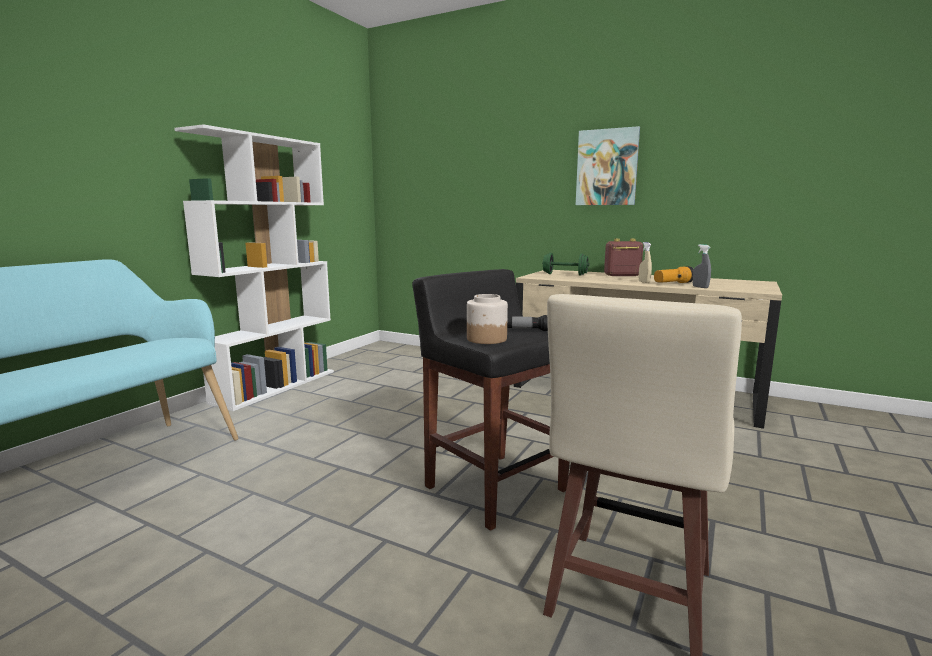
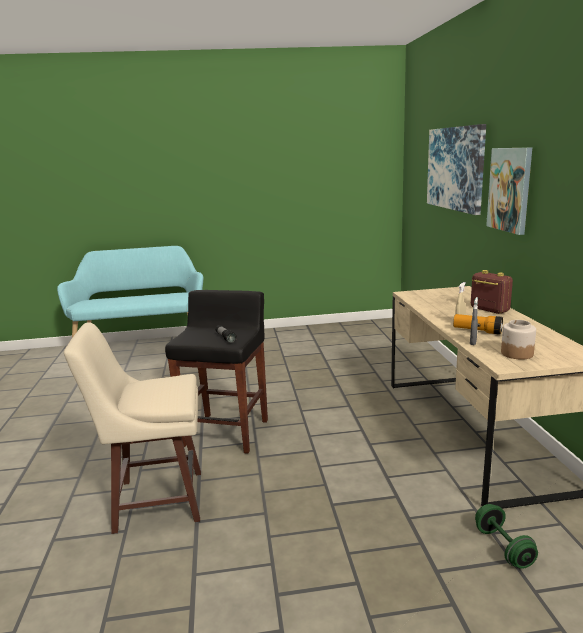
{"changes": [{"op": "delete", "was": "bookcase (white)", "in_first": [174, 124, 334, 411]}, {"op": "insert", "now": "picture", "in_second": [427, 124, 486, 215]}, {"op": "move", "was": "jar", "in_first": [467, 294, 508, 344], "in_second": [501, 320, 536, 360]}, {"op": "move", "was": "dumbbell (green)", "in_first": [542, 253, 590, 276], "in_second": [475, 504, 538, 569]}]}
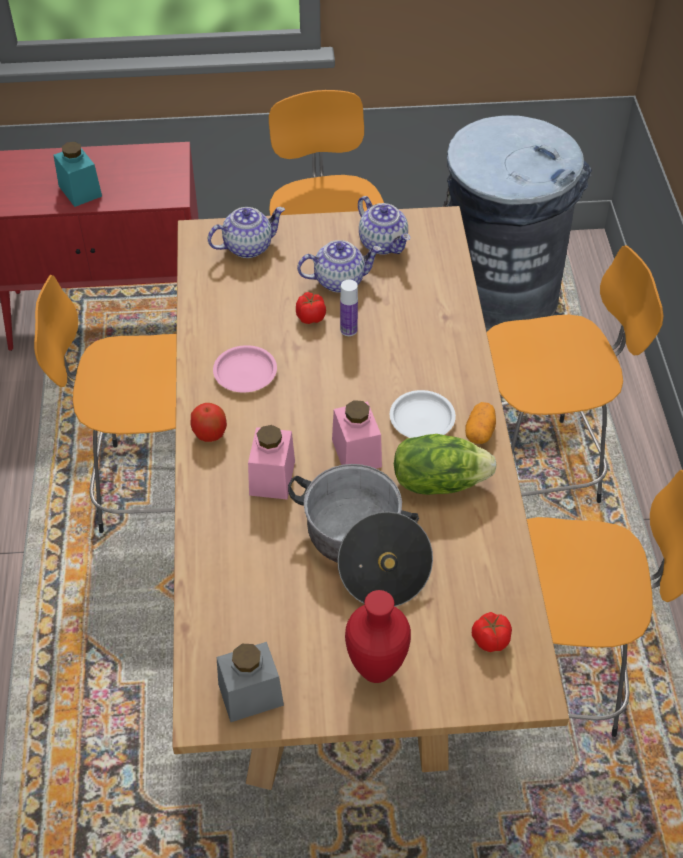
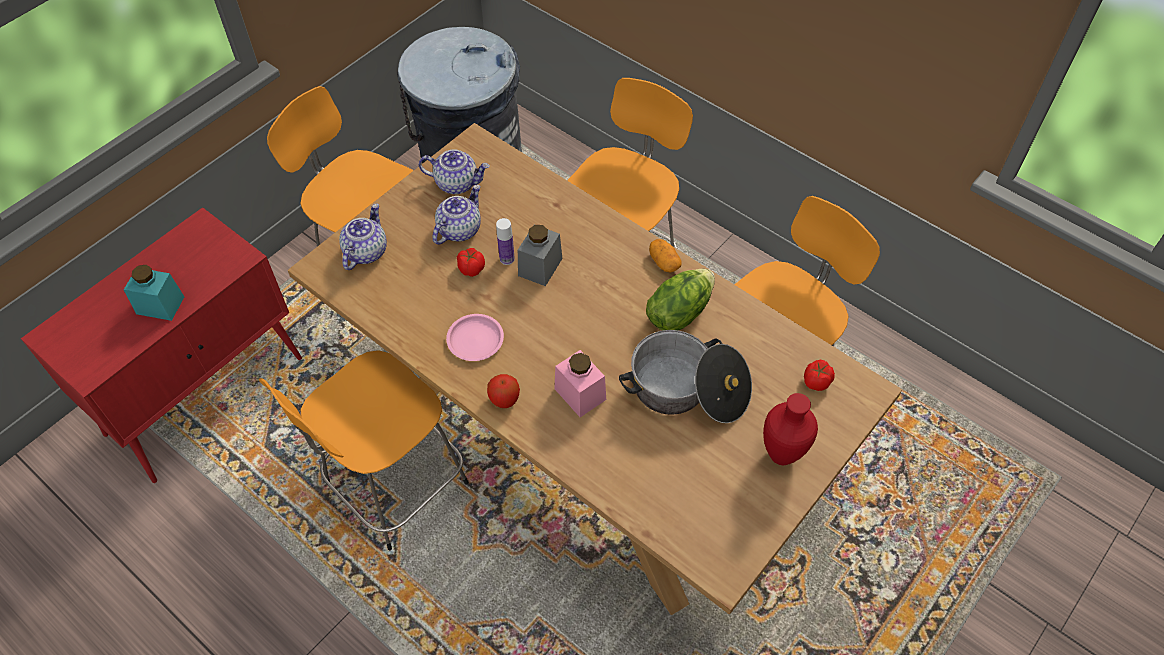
{"changes": [{"op": "delete", "was": "jar (pink)", "in_first": [332, 400, 382, 469]}, {"op": "delete", "was": "plate (white)", "in_first": [390, 390, 456, 438]}, {"op": "move", "was": "jar (grey)", "in_first": [217, 642, 284, 722], "in_second": [518, 225, 562, 286]}]}
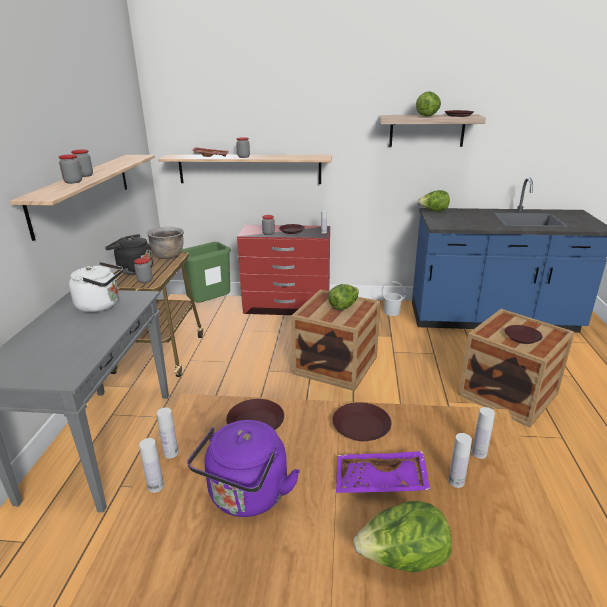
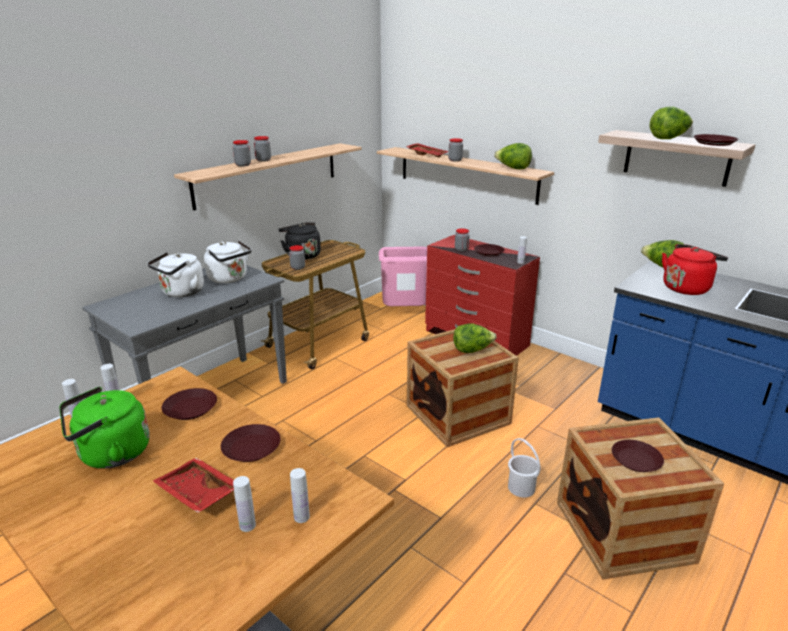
{"changes": [{"op": "delete", "was": "cooking pot (brown)", "in_first": [147, 227, 184, 259]}, {"op": "insert", "now": "kettle (white)", "in_second": [147, 252, 204, 297]}, {"op": "insert", "now": "kettle (red)", "in_second": [662, 244, 728, 295]}, {"op": "move", "was": "lettuce", "in_first": [353, 501, 452, 573], "in_second": [494, 143, 532, 169]}, {"op": "move", "was": "bucket (white)", "in_first": [381, 281, 406, 316], "in_second": [508, 438, 541, 497]}, {"op": "recolor", "was": "trash can (green)", "now": "trash can (pink)", "in_first": [181, 242, 231, 302], "in_second": [379, 247, 427, 306]}, {"op": "recolor", "was": "kettle (purple)", "now": "kettle (green)", "in_first": [187, 420, 300, 517], "in_second": [59, 387, 149, 469]}, {"op": "recolor", "was": "tray (purple)", "now": "tray (red)", "in_first": [336, 451, 430, 493], "in_second": [153, 458, 234, 513]}]}
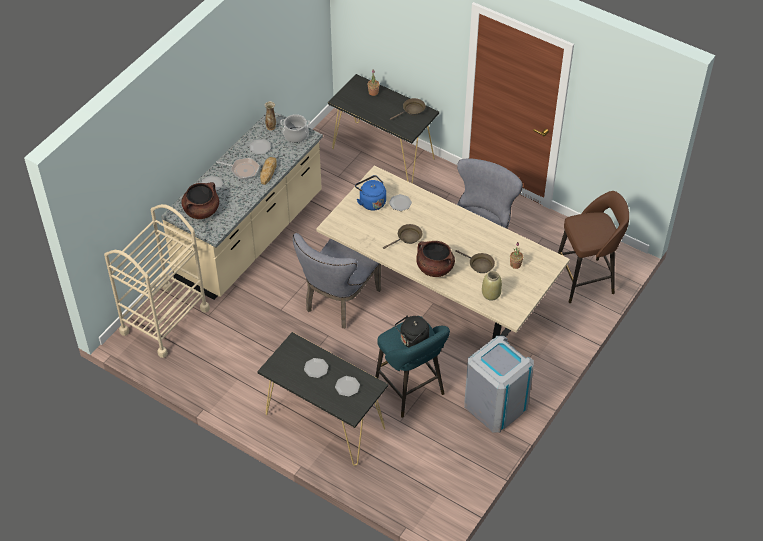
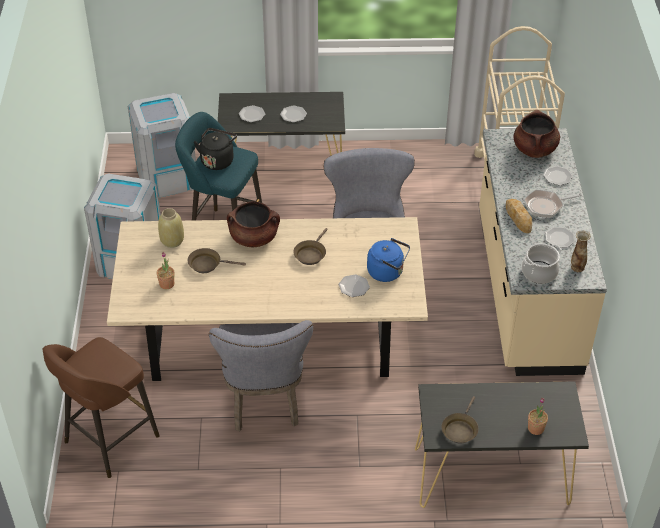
{"changes": [{"op": "insert", "now": "trash can (grey)", "in_second": [128, 93, 196, 197]}]}
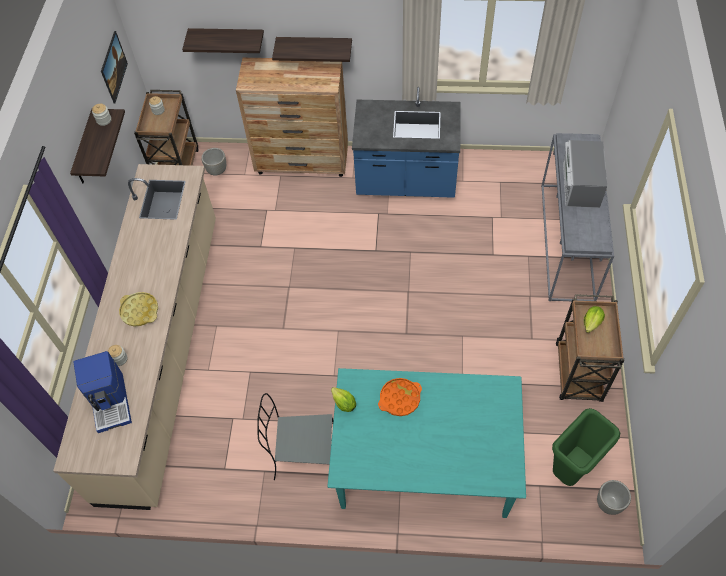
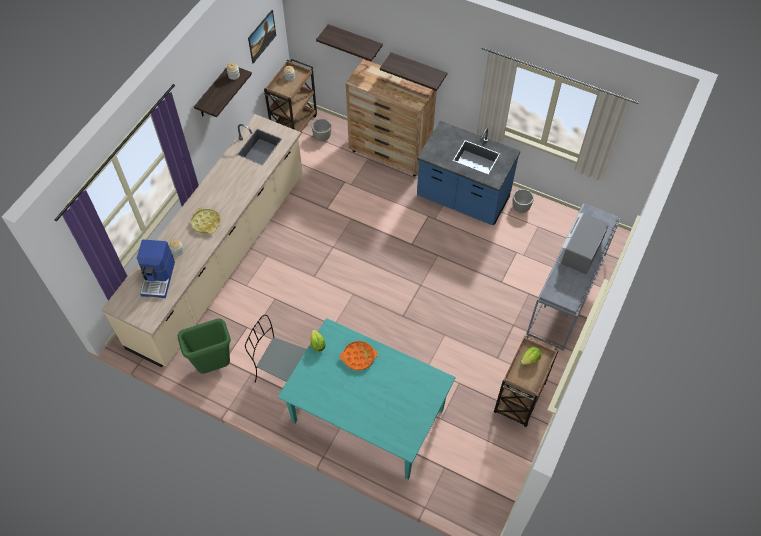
{"changes": [{"op": "move", "was": "trash can (green)", "in_first": [552, 408, 620, 486], "in_second": [178, 318, 231, 374]}, {"op": "move", "was": "planter (grey)", "in_first": [597, 480, 631, 515], "in_second": [512, 189, 534, 213]}]}
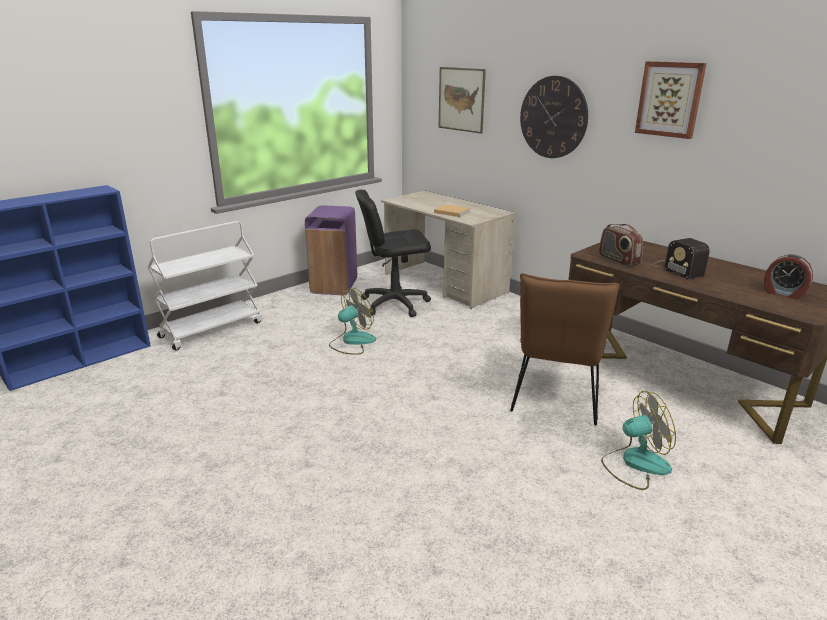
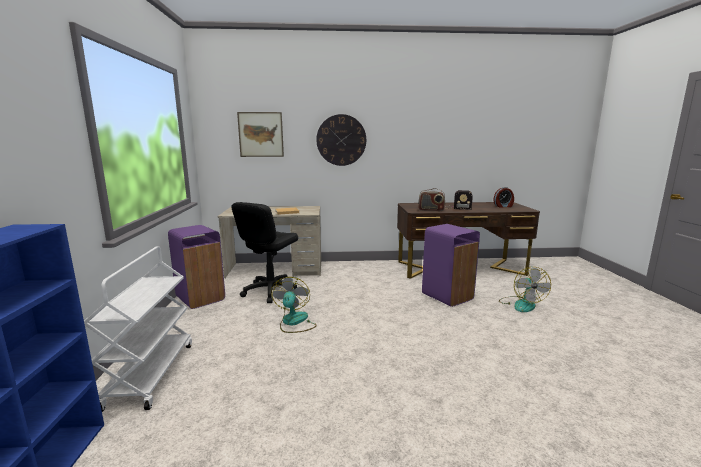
{"changes": [{"op": "delete", "was": "picture", "in_first": [635, 61, 707, 139]}, {"op": "replace", "was": "chair (brown)", "now": "trash can (purple)", "in_first": [510, 273, 620, 425], "in_second": [422, 224, 480, 307]}, {"op": "rotate", "was": "fan", "in_first": [601, 391, 676, 490], "in_second": [499, 267, 551, 312], "clockwise": 150}]}
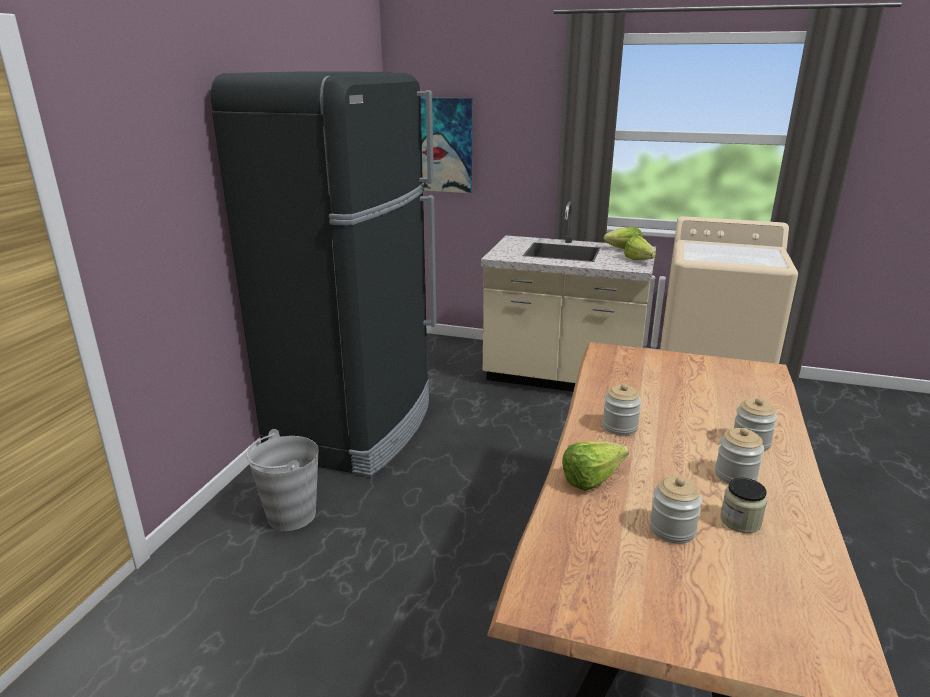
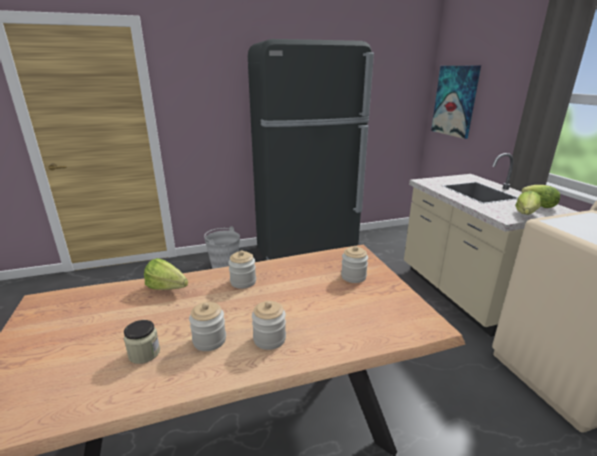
{"changes": [{"op": "move", "was": "jar", "in_first": [650, 476, 702, 544], "in_second": [341, 246, 368, 283]}]}
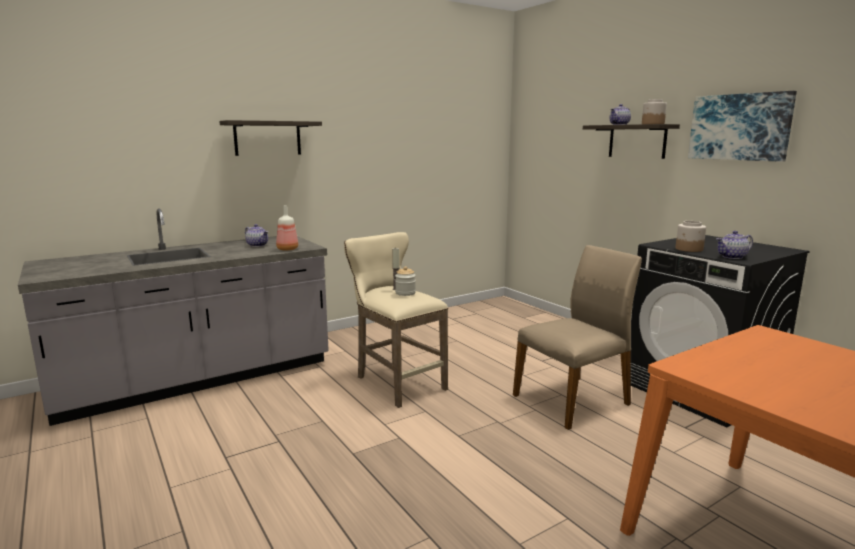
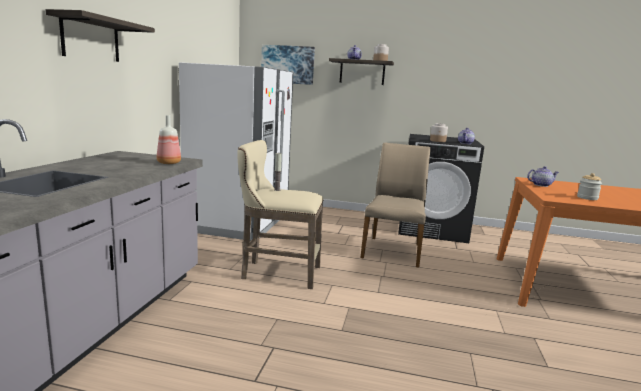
{"changes": [{"op": "insert", "now": "fridge (white)", "in_second": [179, 62, 293, 241]}, {"op": "move", "was": "teapot", "in_first": [245, 224, 268, 247], "in_second": [527, 166, 559, 187]}, {"op": "move", "was": "jar", "in_first": [395, 266, 416, 296], "in_second": [577, 173, 602, 200]}, {"op": "move", "was": "picture", "in_first": [688, 91, 797, 162], "in_second": [261, 45, 315, 85]}]}
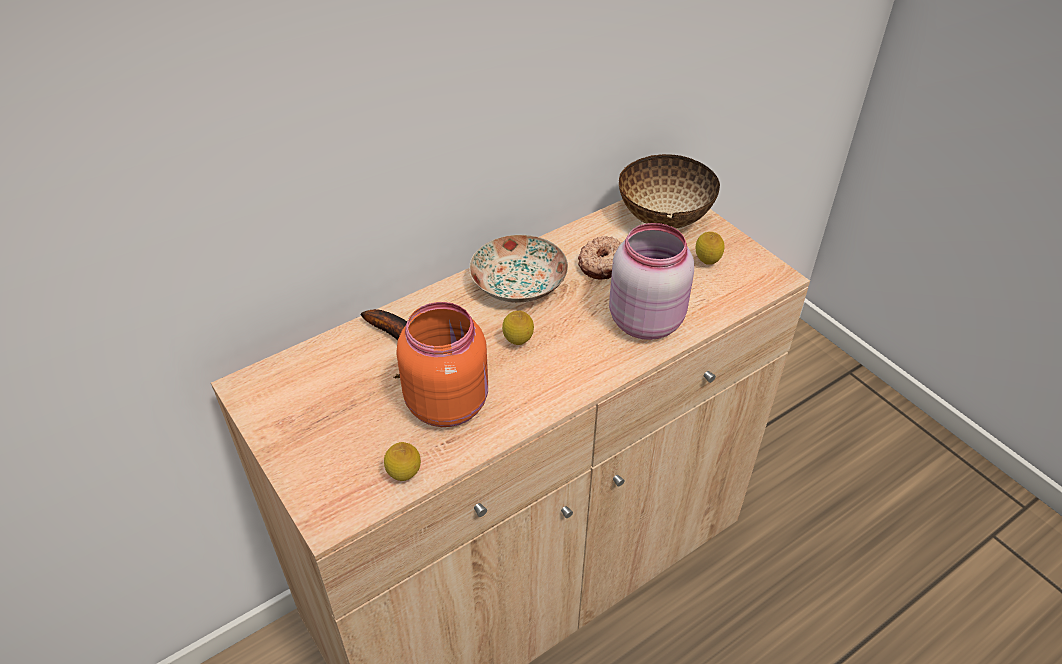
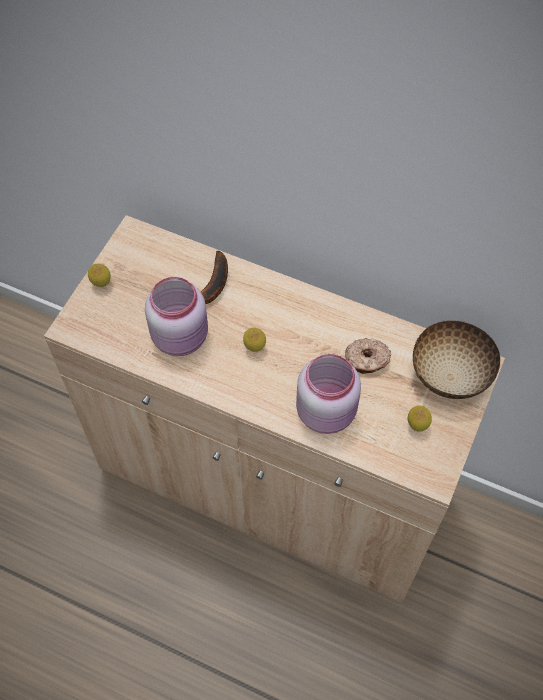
{"changes": [{"op": "delete", "was": "plate", "in_first": [470, 235, 568, 303]}, {"op": "move", "was": "lemon", "in_first": [384, 442, 421, 481], "in_second": [88, 264, 111, 287]}, {"op": "recolor", "was": "jar (orange)", "now": "jar (pink)", "in_first": [396, 302, 488, 427], "in_second": [145, 277, 208, 356]}]}
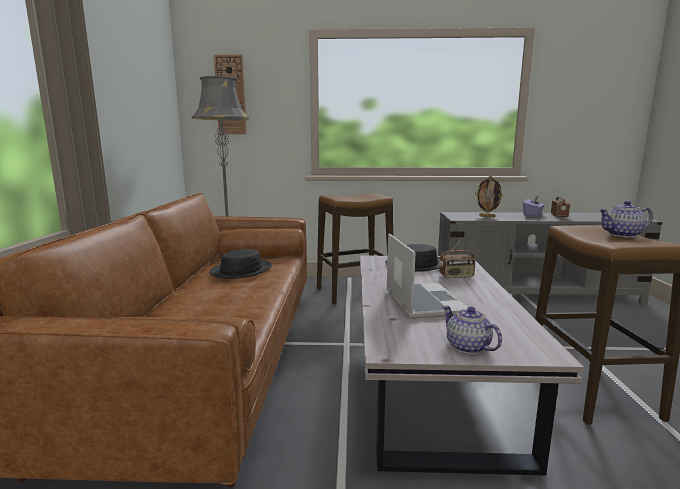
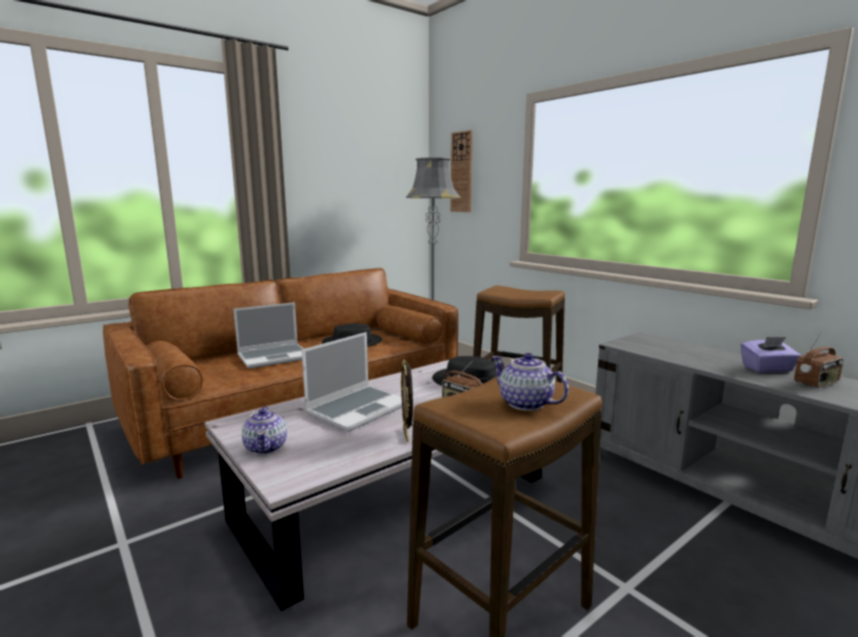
{"changes": [{"op": "insert", "now": "laptop", "in_second": [234, 302, 304, 369]}, {"op": "move", "was": "picture frame", "in_first": [475, 176, 503, 217], "in_second": [401, 359, 413, 442]}, {"op": "rotate", "was": "teapot", "in_first": [442, 306, 502, 354], "in_second": [242, 406, 287, 455], "clockwise": 150}]}
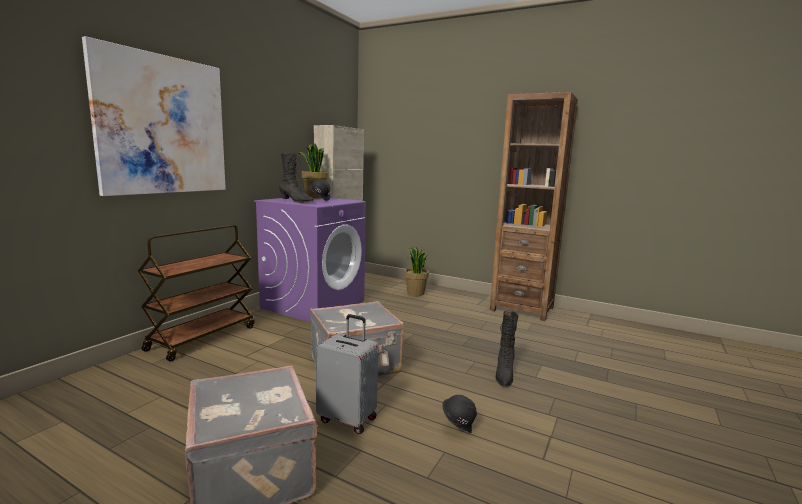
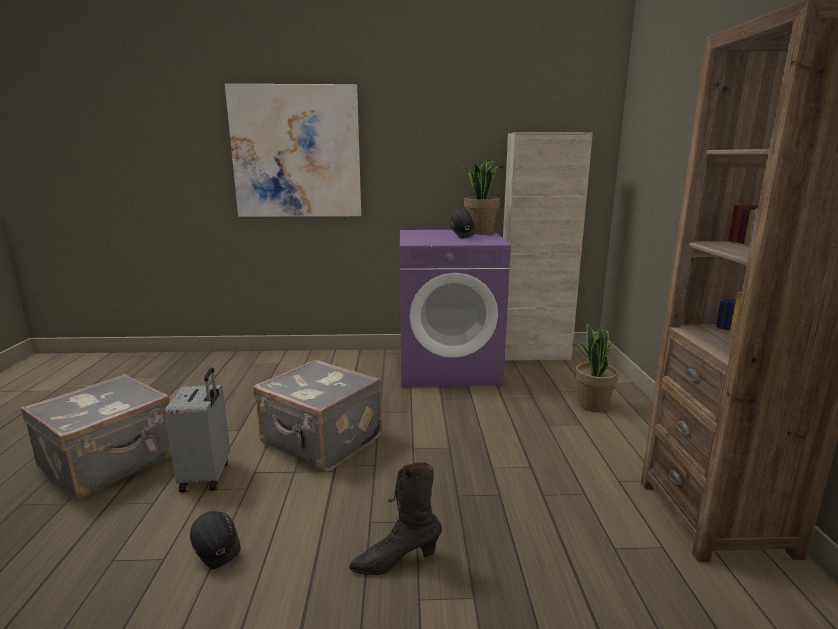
{"changes": [{"op": "delete", "was": "cart (brown)", "in_first": [138, 225, 255, 361]}, {"op": "delete", "was": "boot (black)", "in_first": [279, 153, 314, 203]}]}
